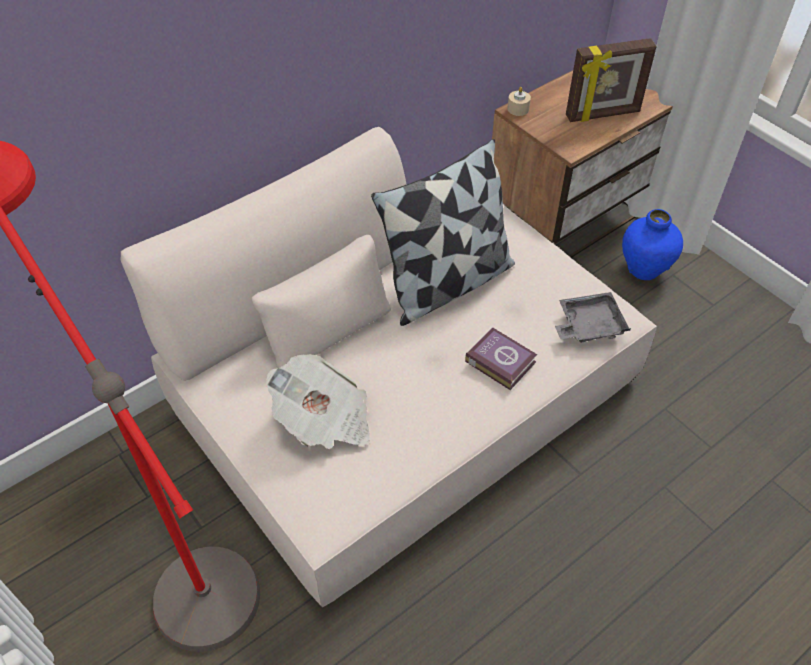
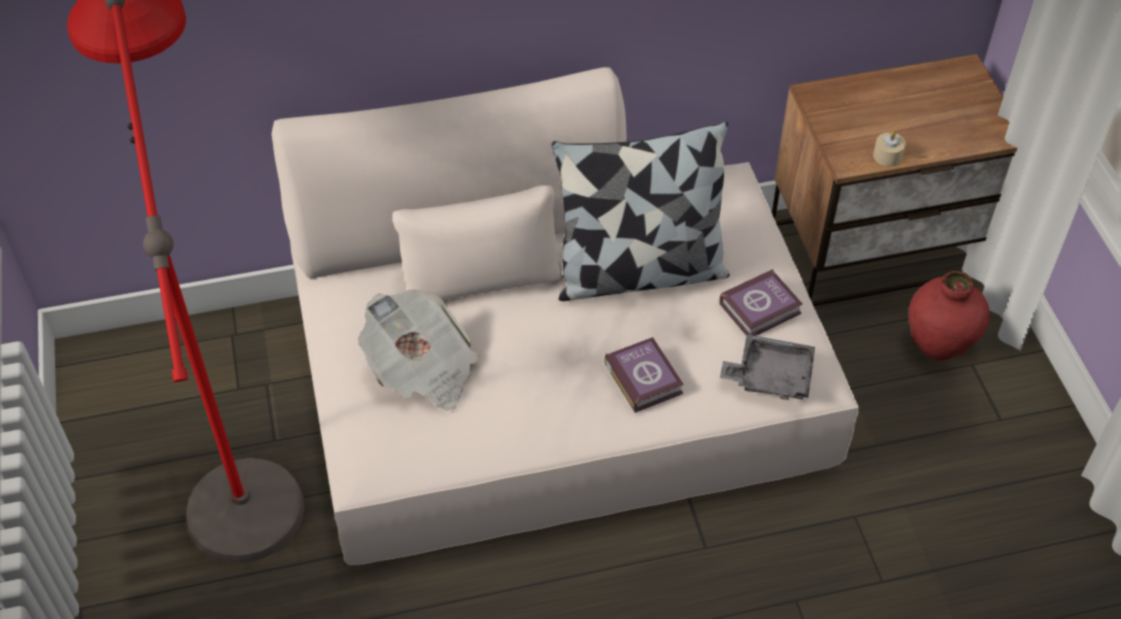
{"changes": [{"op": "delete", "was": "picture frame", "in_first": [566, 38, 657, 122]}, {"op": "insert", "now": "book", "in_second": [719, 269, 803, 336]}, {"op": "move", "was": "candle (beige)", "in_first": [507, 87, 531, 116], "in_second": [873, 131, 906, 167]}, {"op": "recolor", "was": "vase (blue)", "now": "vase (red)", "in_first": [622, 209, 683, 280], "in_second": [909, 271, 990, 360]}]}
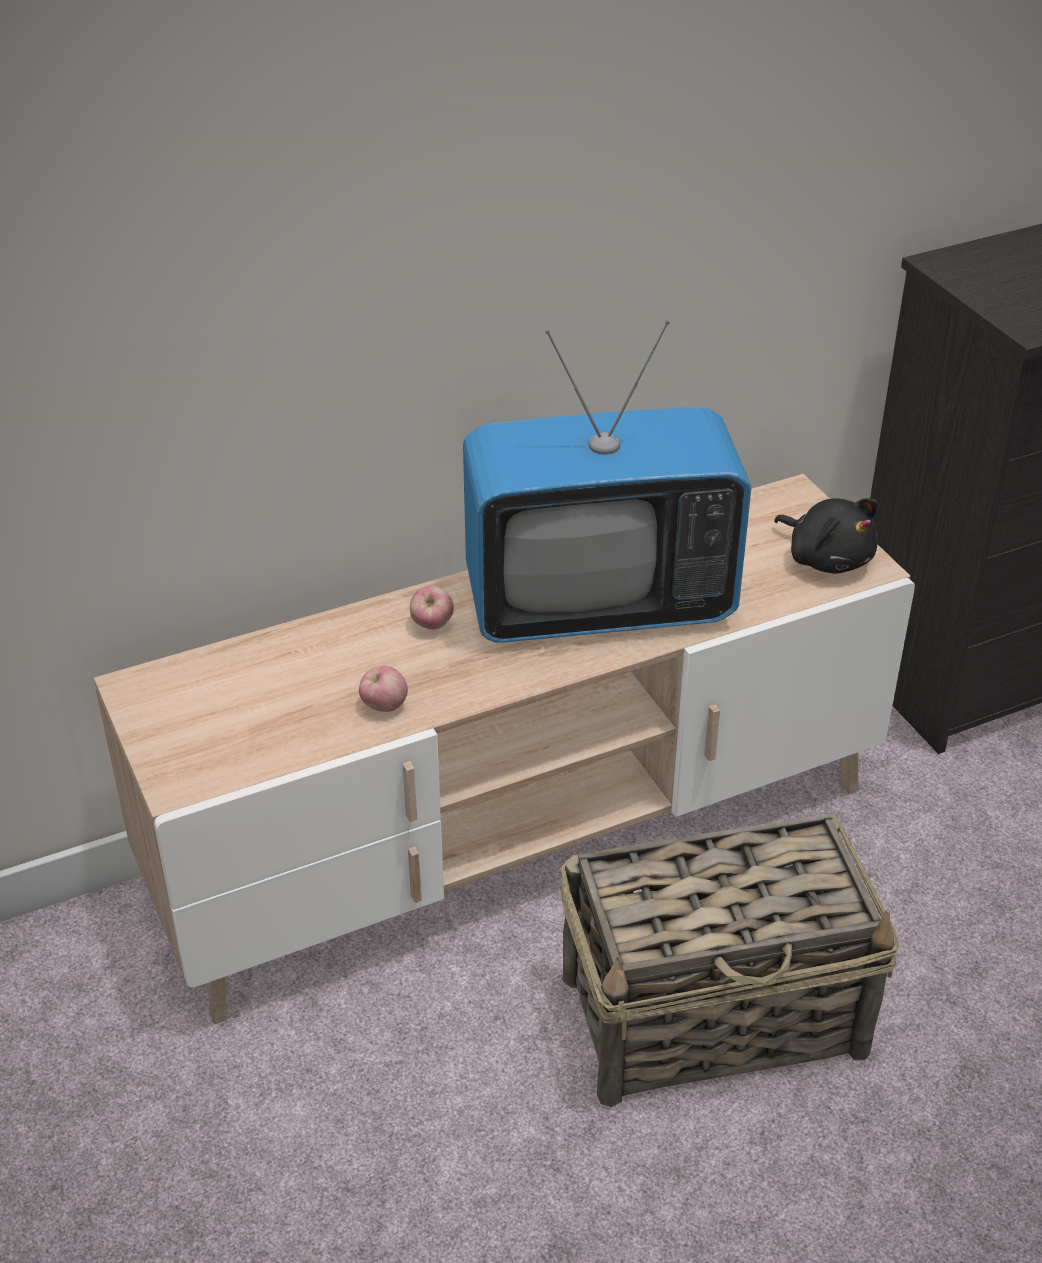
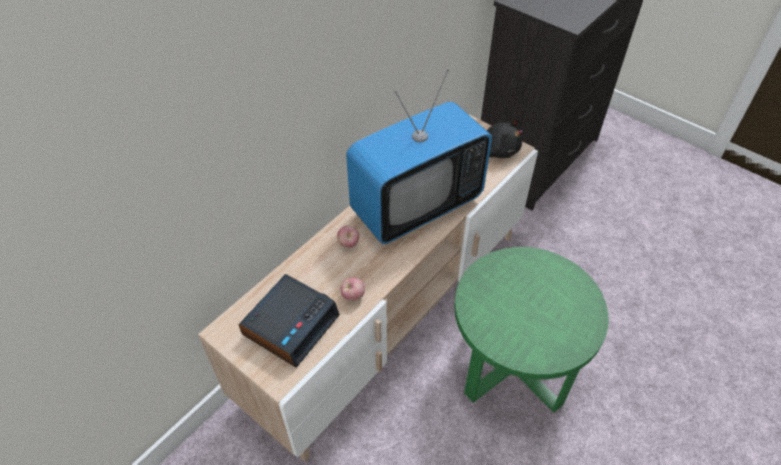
{"changes": [{"op": "insert", "now": "alarm clock", "in_second": [238, 274, 340, 368]}, {"op": "replace", "was": "basket", "now": "side table (green)", "in_first": [560, 814, 900, 1107], "in_second": [454, 247, 609, 413]}]}
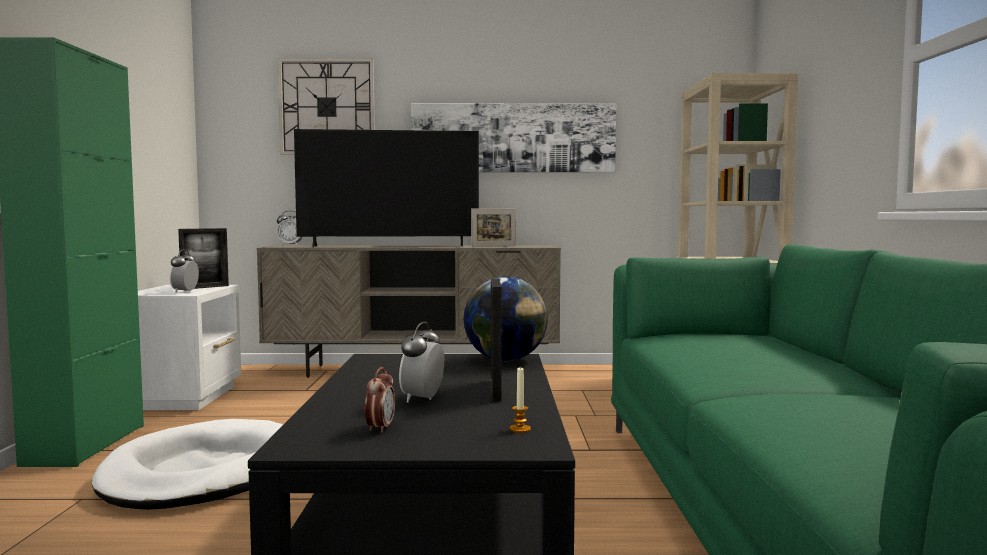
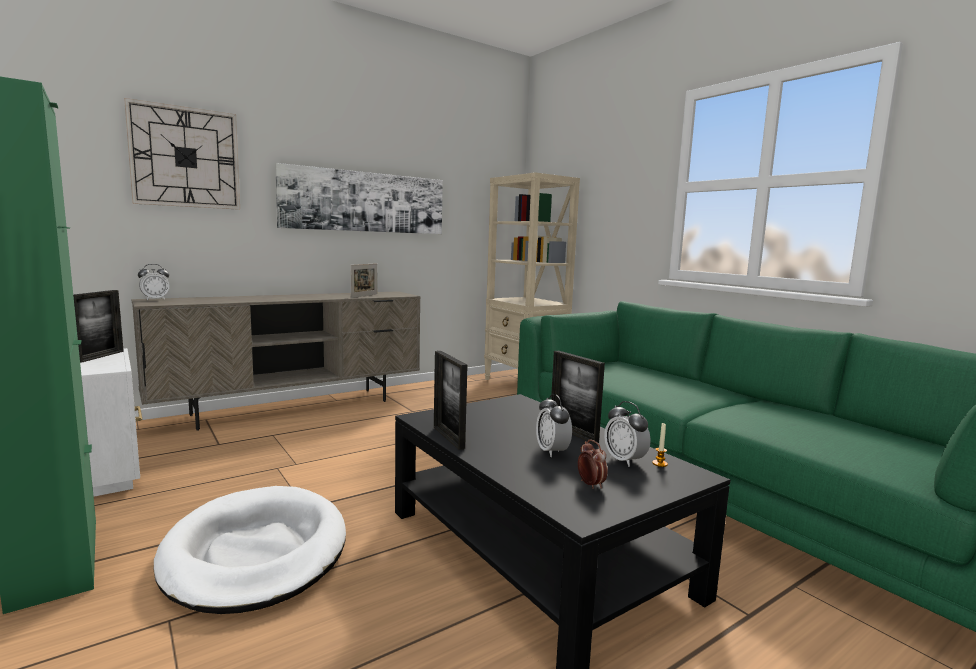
{"changes": [{"op": "delete", "was": "television", "in_first": [294, 129, 479, 247]}, {"op": "delete", "was": "globe", "in_first": [464, 277, 548, 361]}, {"op": "insert", "now": "picture frame", "in_second": [434, 351, 468, 450]}, {"op": "move", "was": "alarm clock", "in_first": [170, 249, 199, 293], "in_second": [604, 401, 651, 467]}]}
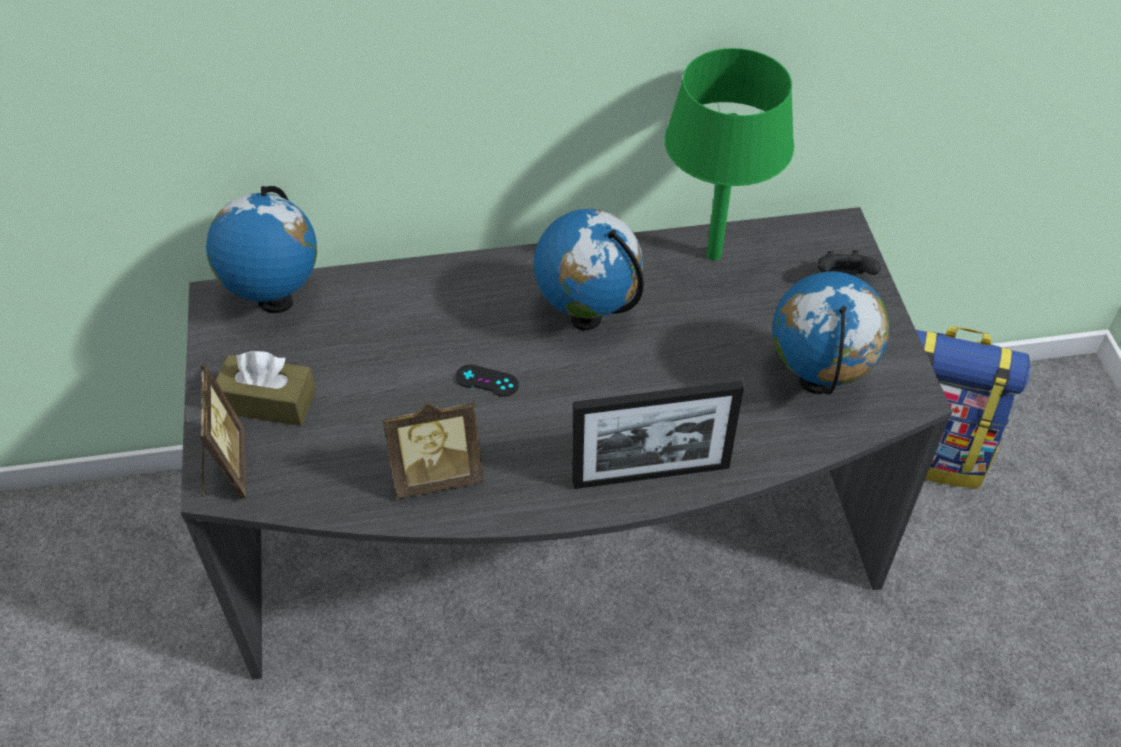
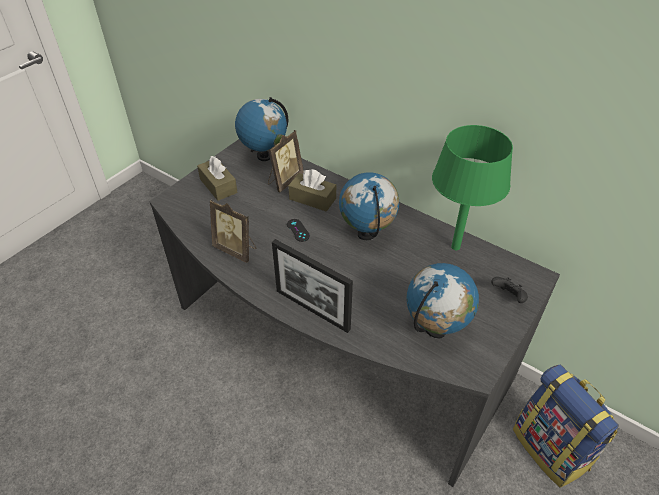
{"changes": [{"op": "insert", "now": "tissue box (brown)", "in_second": [288, 169, 336, 212]}, {"op": "move", "was": "picture frame", "in_first": [199, 365, 246, 499], "in_second": [268, 130, 303, 193]}]}
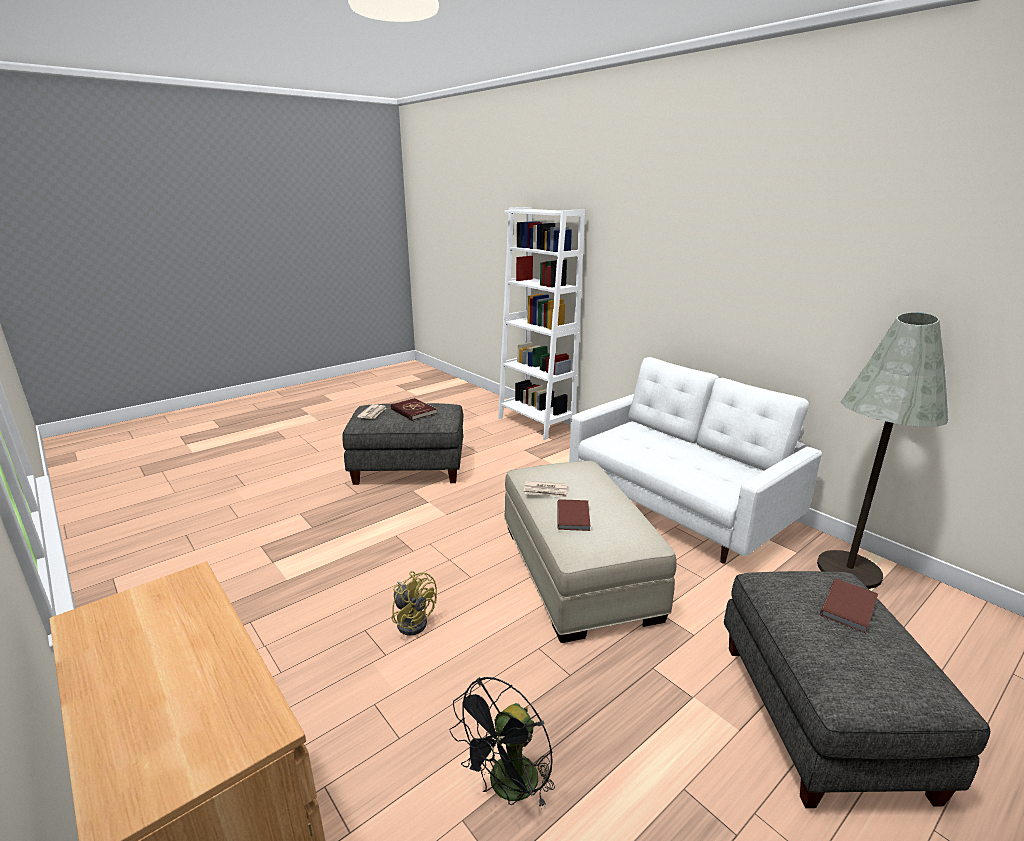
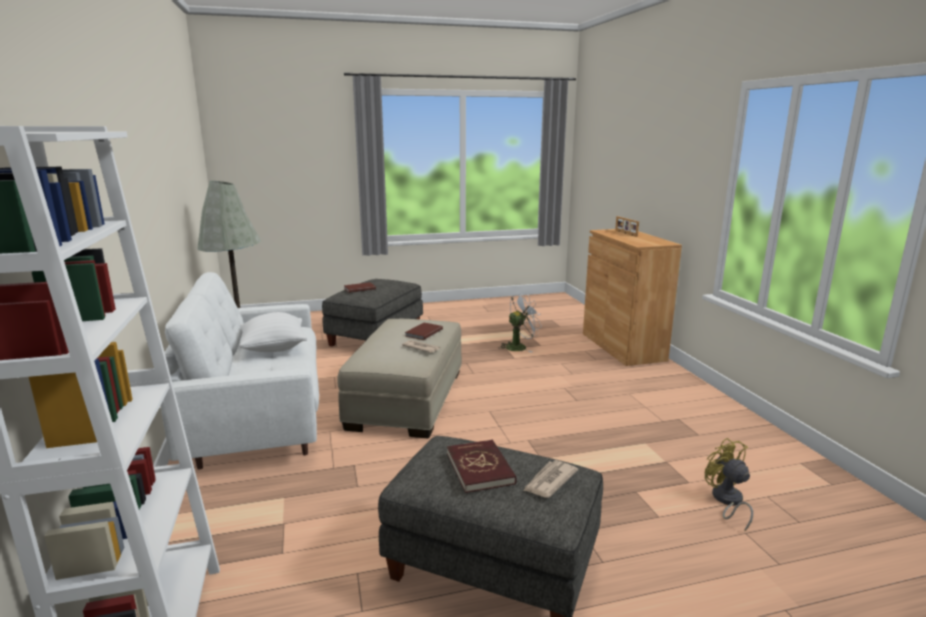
{"changes": [{"op": "insert", "now": "pillow (white)", "in_second": [239, 312, 307, 352]}, {"op": "insert", "now": "picture frame", "in_second": [615, 216, 639, 237]}, {"op": "move", "was": "fan (yellow)", "in_first": [392, 571, 437, 636], "in_second": [705, 438, 753, 532]}, {"op": "recolor", "was": "fan (black)", "now": "fan (white)", "in_first": [450, 677, 555, 809], "in_second": [500, 293, 541, 353]}]}
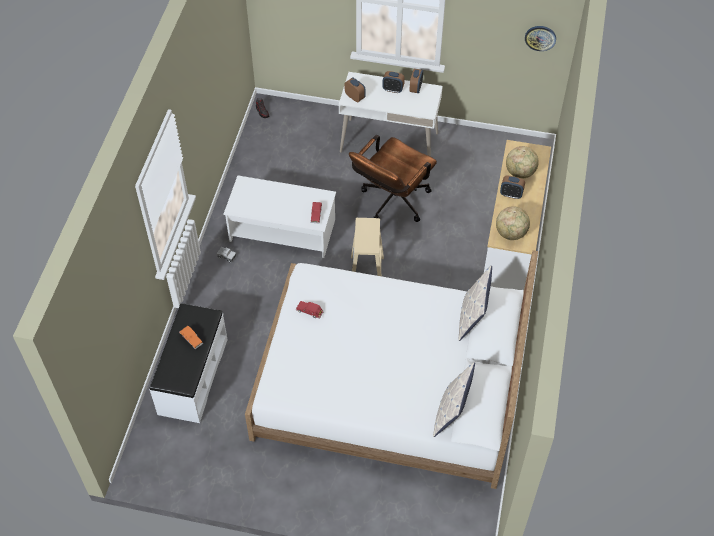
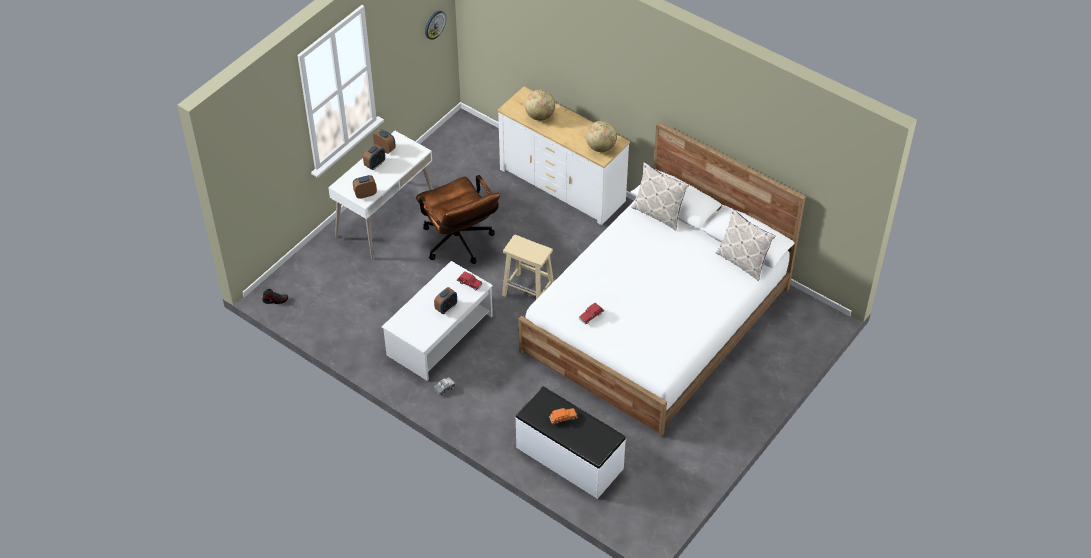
{"changes": [{"op": "move", "was": "alarm clock", "in_first": [500, 175, 525, 199], "in_second": [434, 287, 457, 314]}]}
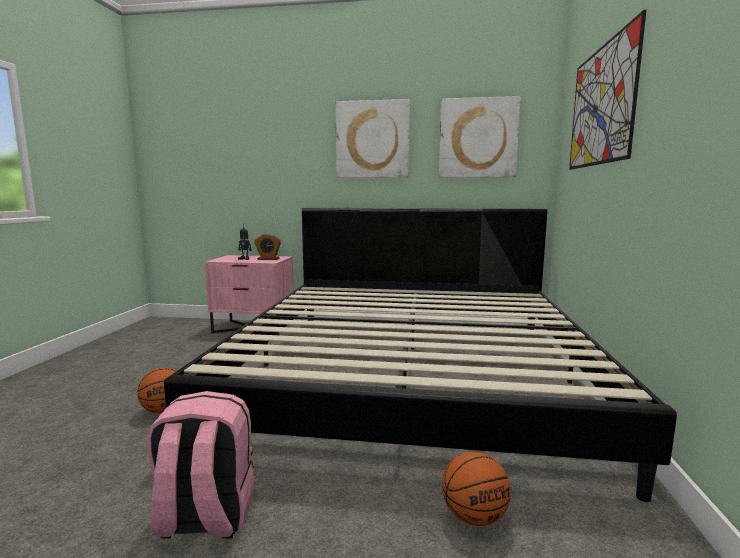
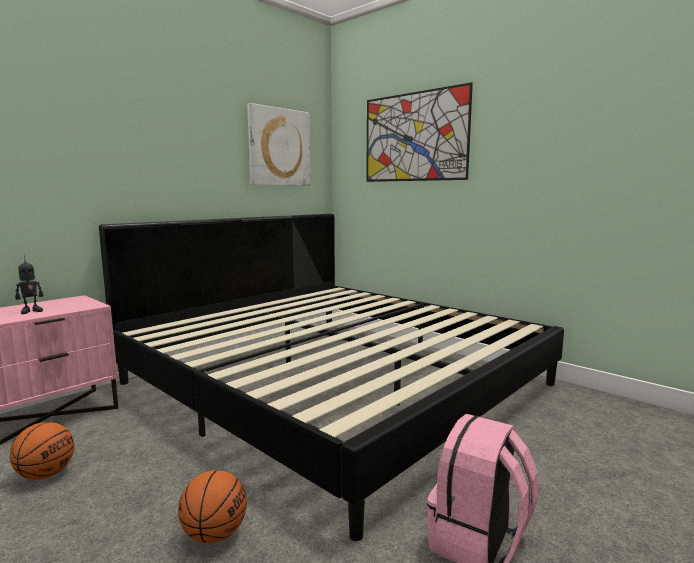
{"changes": [{"op": "delete", "was": "alarm clock", "in_first": [254, 234, 281, 260]}, {"op": "delete", "was": "picture", "in_first": [335, 99, 410, 178]}, {"op": "move", "was": "basketball", "in_first": [442, 452, 511, 526], "in_second": [10, 422, 74, 480]}]}
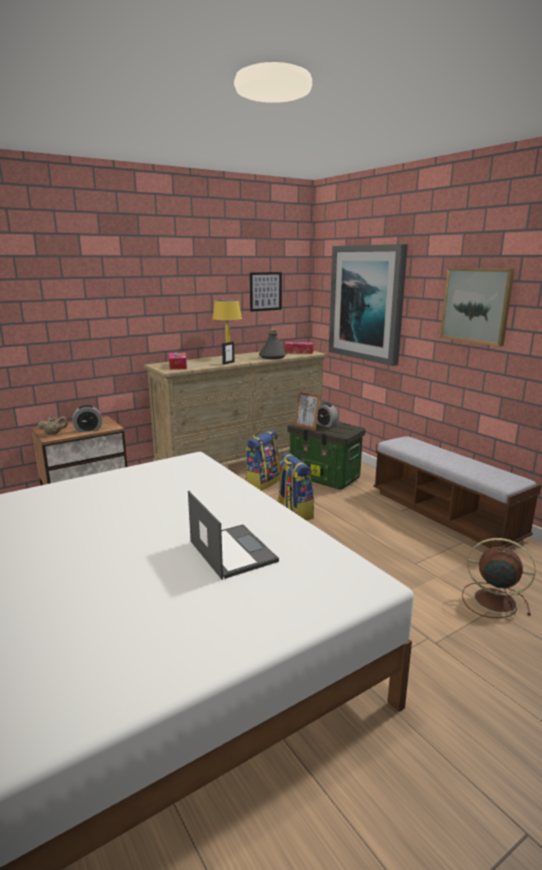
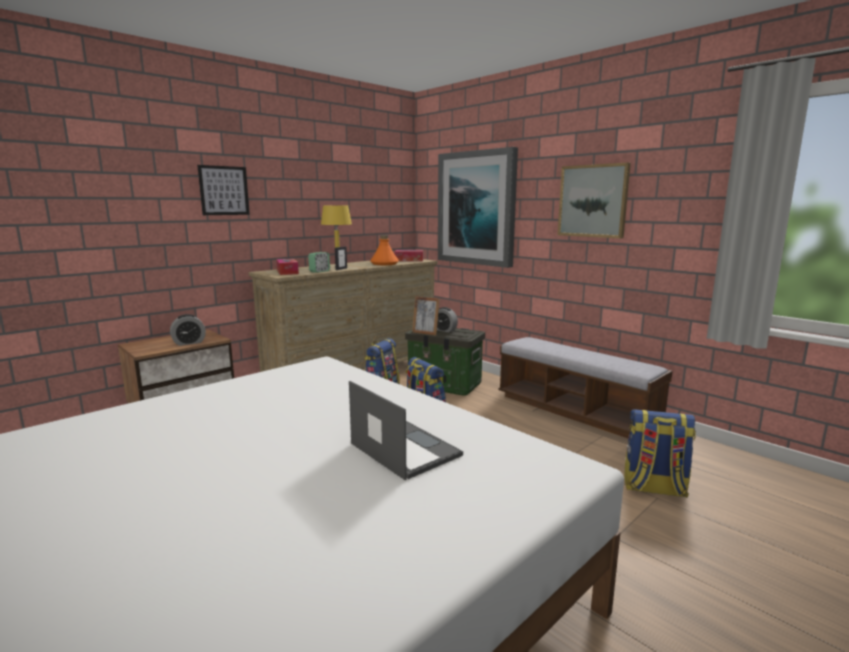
{"changes": [{"op": "delete", "was": "teapot (beige)", "in_first": [37, 415, 68, 435]}, {"op": "insert", "now": "alarm clock", "in_second": [308, 252, 330, 273]}, {"op": "move", "was": "picture", "in_first": [250, 272, 282, 312], "in_second": [197, 165, 250, 215]}, {"op": "replace", "was": "fan (brown)", "now": "backpack", "in_first": [462, 538, 535, 618], "in_second": [624, 409, 696, 498]}, {"op": "recolor", "was": "bottle (grey)", "now": "bottle (orange)", "in_first": [259, 329, 287, 359], "in_second": [370, 235, 399, 265]}]}
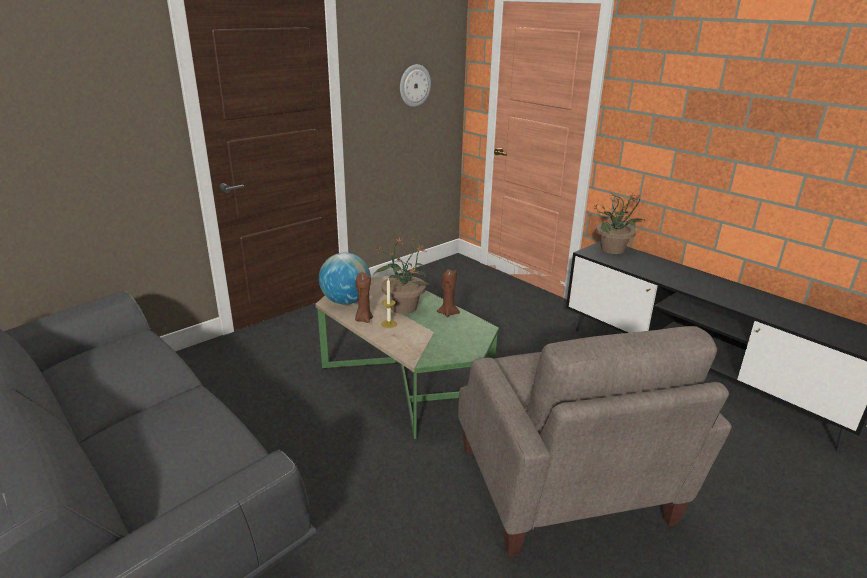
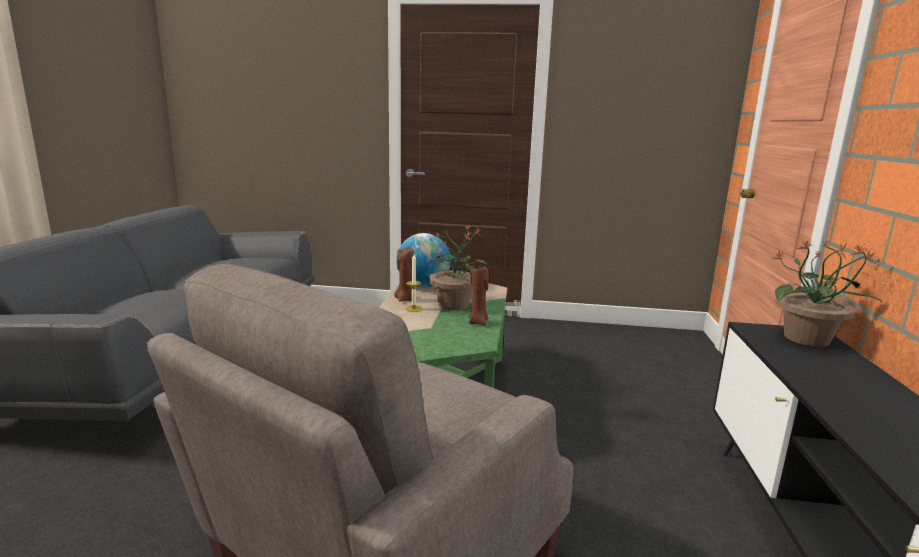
{"changes": [{"op": "delete", "was": "wall clock", "in_first": [400, 64, 431, 107]}]}
